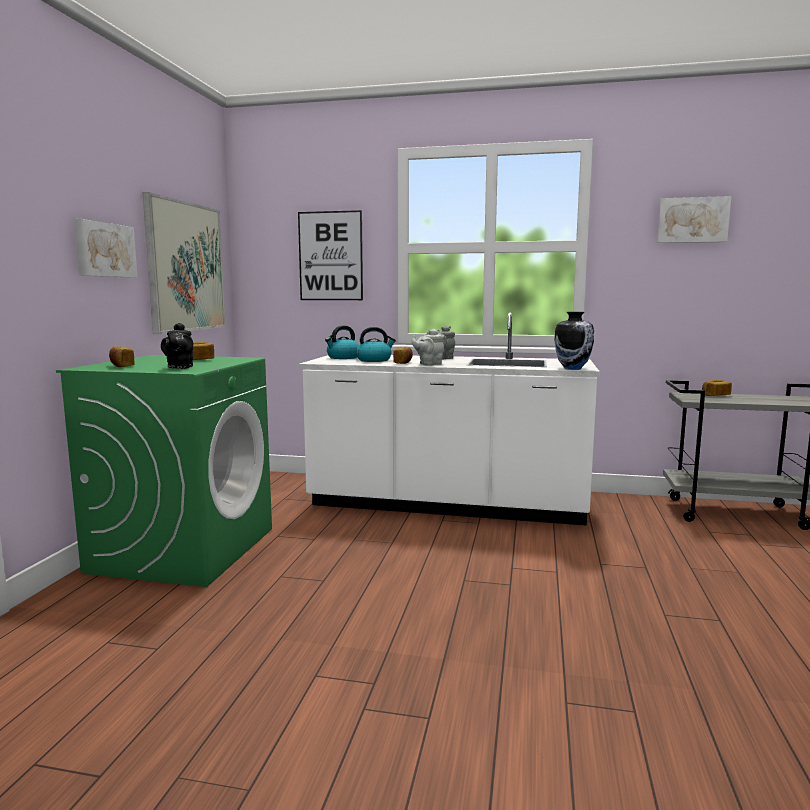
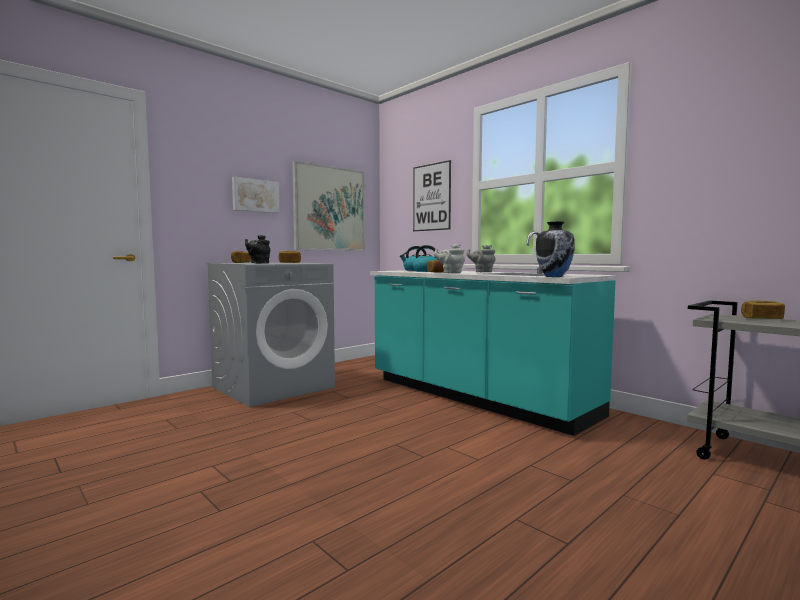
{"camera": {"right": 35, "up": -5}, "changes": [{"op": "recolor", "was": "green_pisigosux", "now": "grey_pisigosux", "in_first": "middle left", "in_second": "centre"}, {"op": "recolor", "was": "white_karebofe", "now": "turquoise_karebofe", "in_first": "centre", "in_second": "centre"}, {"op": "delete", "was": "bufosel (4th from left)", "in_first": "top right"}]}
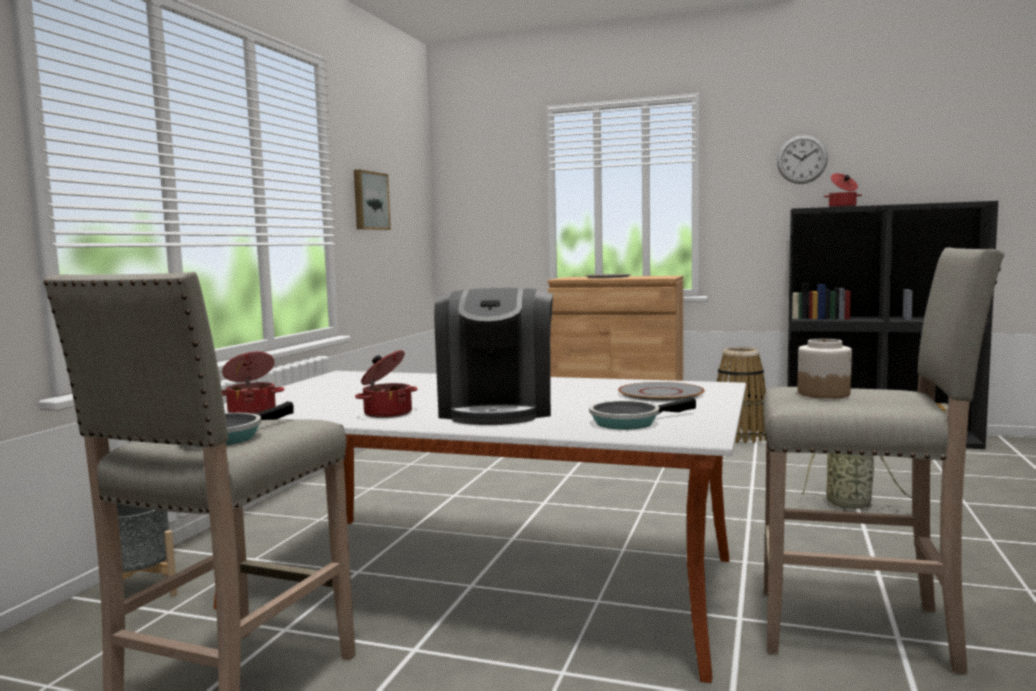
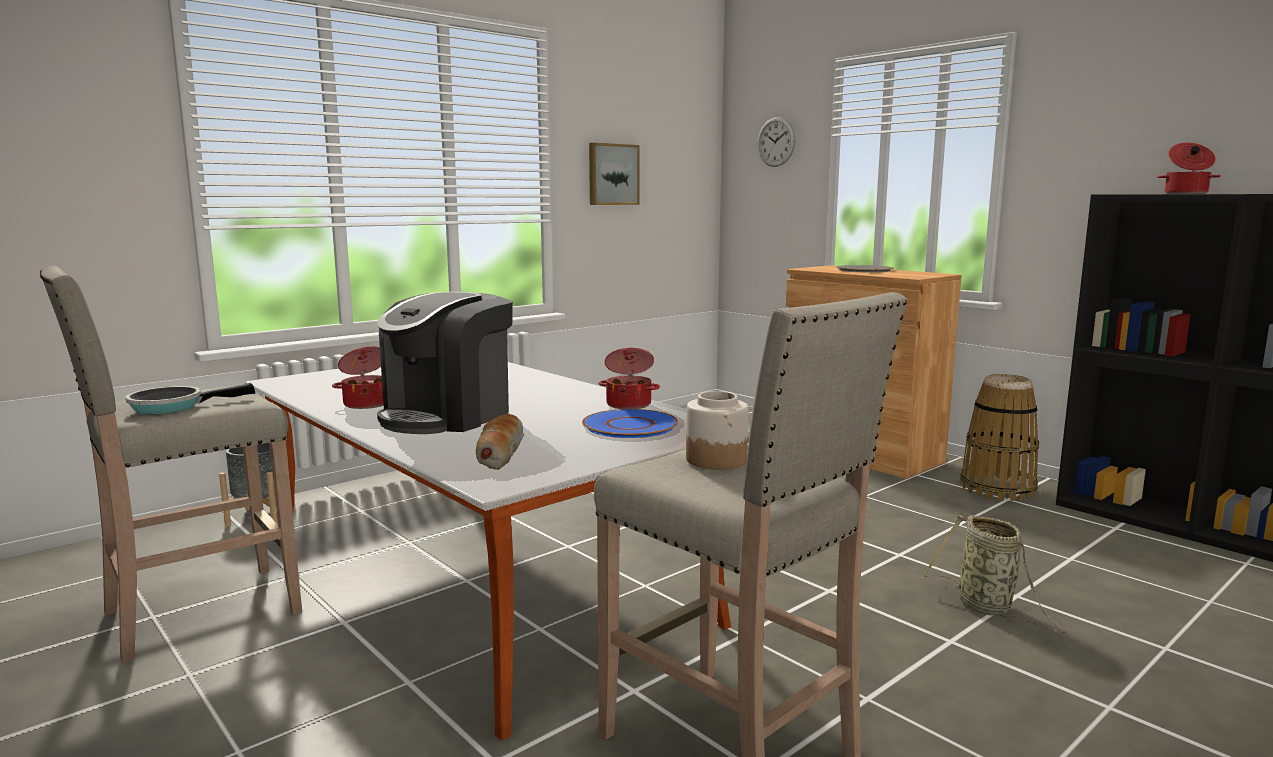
{"camera": {"right": 30, "up": 5}, "changes": [{"op": "replace", "was": "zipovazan (2nd from left)", "now": "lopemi", "in_first": "centre", "in_second": "centre"}, {"op": "recolor", "was": "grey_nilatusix (2nd from left)", "now": "blue_nilatusix", "in_first": "centre", "in_second": "centre"}, {"op": "move", "was": "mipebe (1st from left in the first image)", "now": "mipebe (2nd from left)", "in_first": "middle left", "in_second": "centre"}, {"op": "move", "was": "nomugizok", "in_first": "top right", "in_second": "top centre"}]}
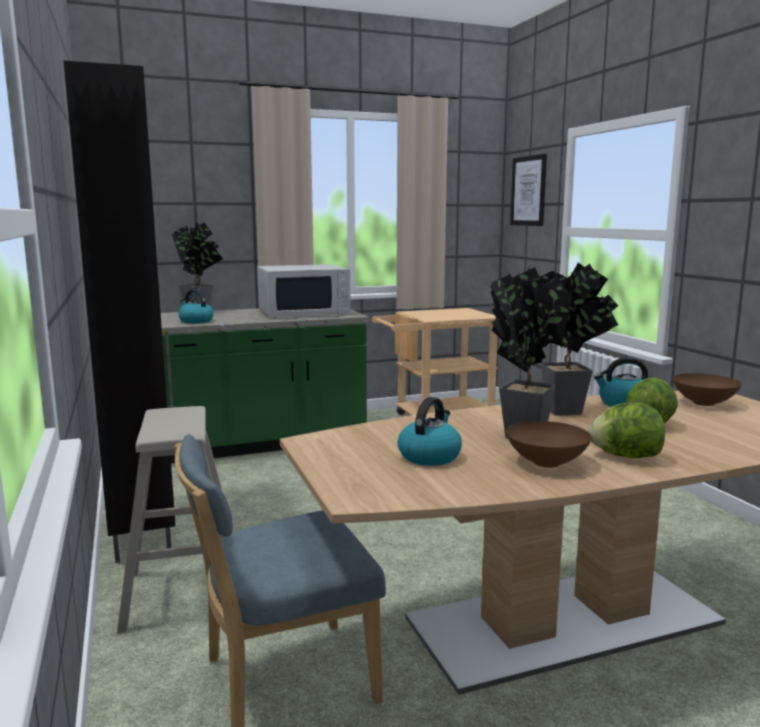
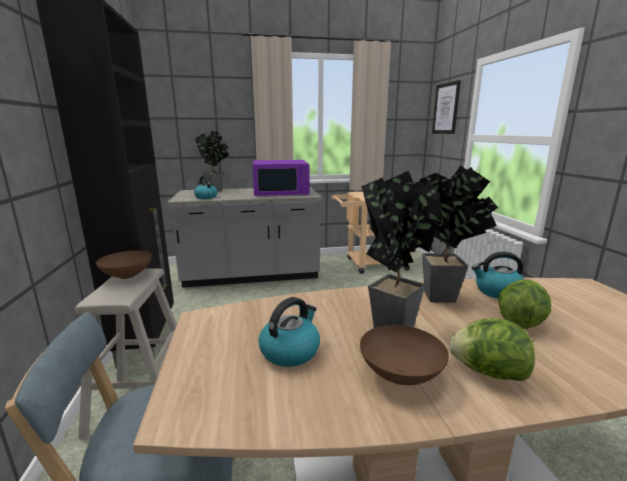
{"camera": {"right": 10, "up": 5}, "changes": [{"op": "move", "was": "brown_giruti (2nd from left in the first image)", "now": "brown_giruti (1st from left)", "in_first": "middle right", "in_second": "middle left"}, {"op": "recolor", "was": "green_karebofe", "now": "grey_karebofe", "in_first": "centre", "in_second": "centre"}, {"op": "recolor", "was": "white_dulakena", "now": "purple_dulakena", "in_first": "centre", "in_second": "centre"}]}
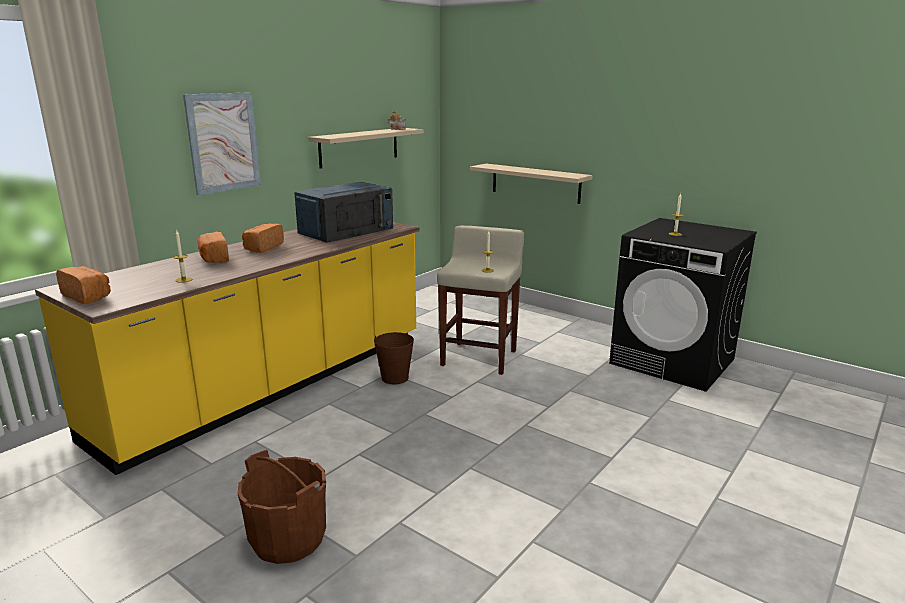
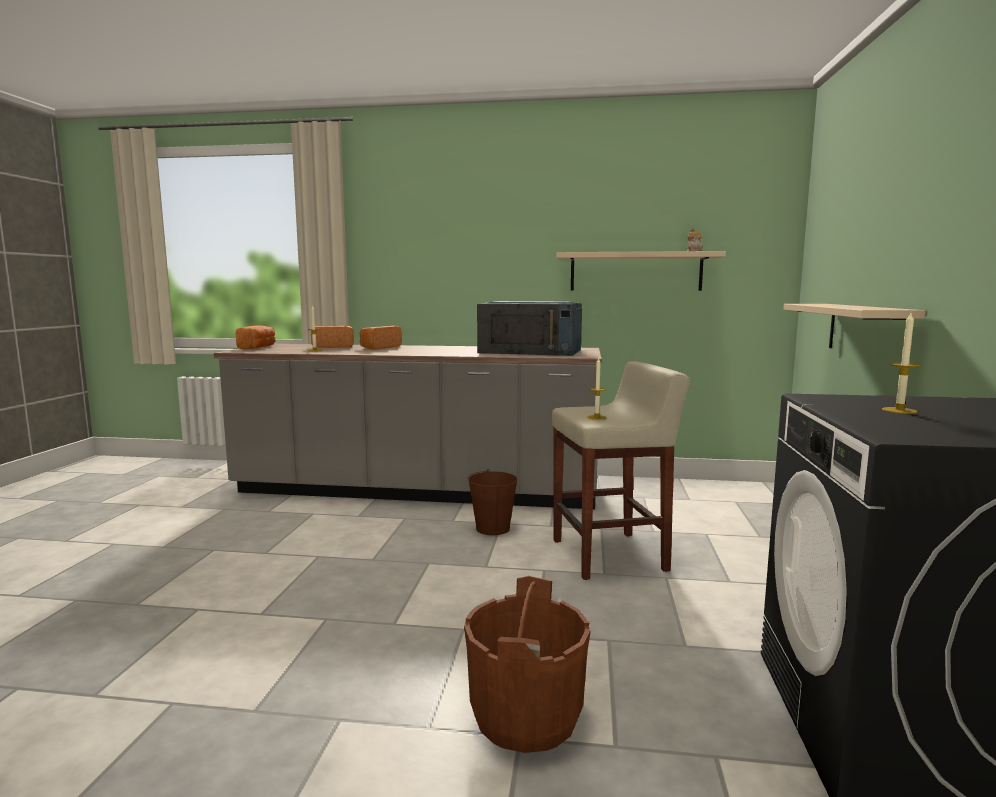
{"camera": {"right": 60, "up": -10}, "changes": [{"op": "recolor", "was": "yellow_karebofe", "now": "grey_karebofe", "in_first": "middle left", "in_second": "centre"}, {"op": "move", "was": "lopemi (3rd from left in the first image)", "now": "lopemi (2nd from left)", "in_first": "middle left", "in_second": "centre"}, {"op": "move", "was": "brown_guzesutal (1st from left in the first image)", "now": "brown_guzesutal (2nd from left)", "in_first": "bottom left", "in_second": "bottom centre"}, {"op": "delete", "was": "bufosel", "in_first": "top left"}]}
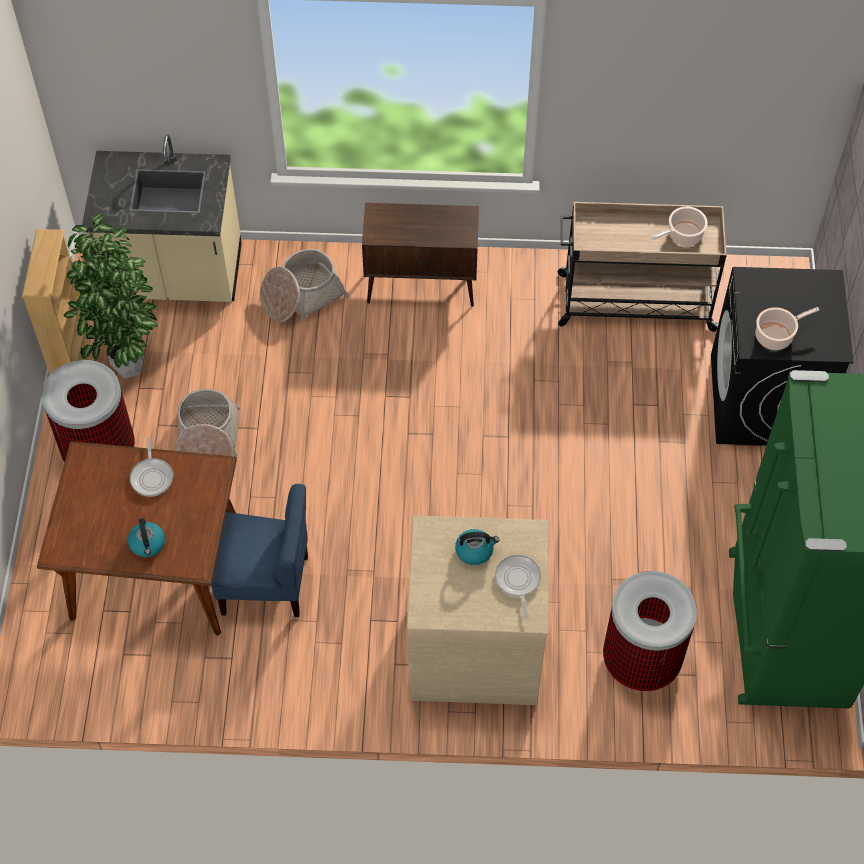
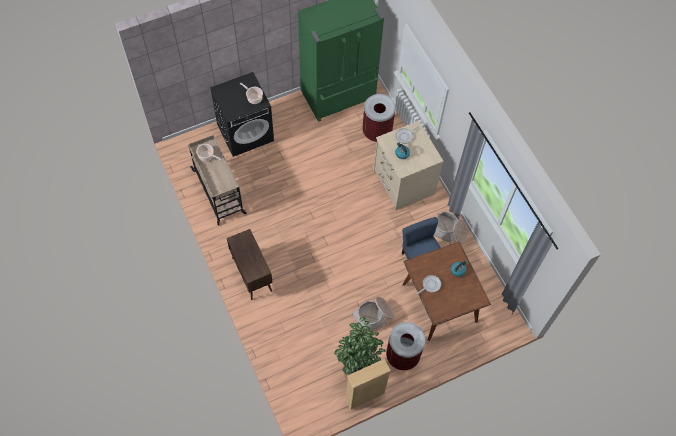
{"camera": {"right": -120, "up": 5}, "changes": [{"op": "move", "was": "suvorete (2nd from left)", "in_first": "top centre", "in_second": "centre"}, {"op": "delete", "was": "beige_karebofe", "in_first": "top left"}]}
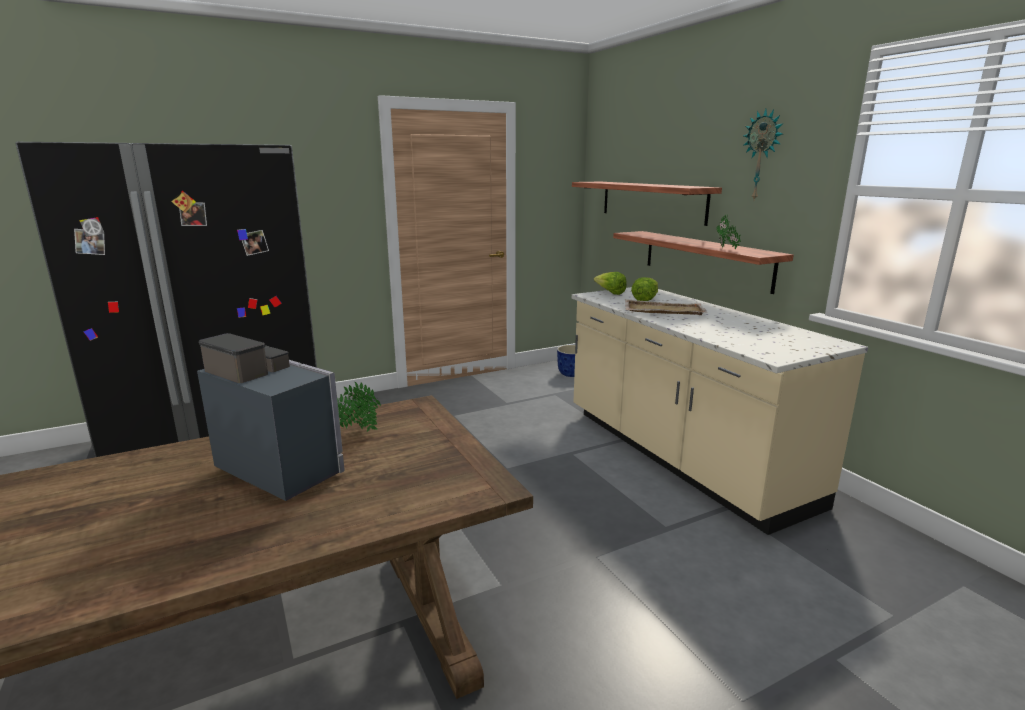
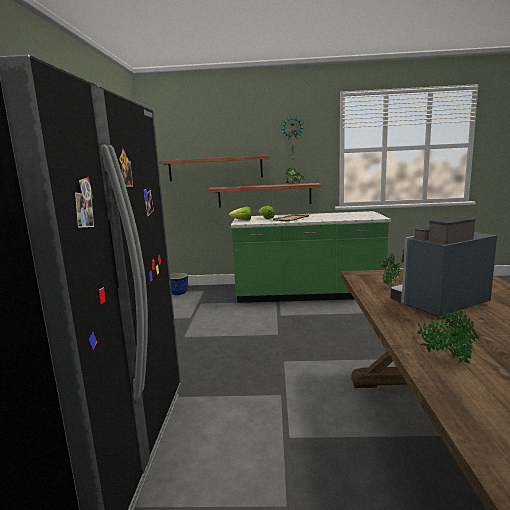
{"camera": {"right": -60, "up": -5}, "changes": [{"op": "recolor", "was": "beige_karebofe", "now": "green_karebofe", "in_first": "middle right", "in_second": "centre"}, {"op": "insert", "now": "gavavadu (3rd from left)", "in_second": "middle right"}]}
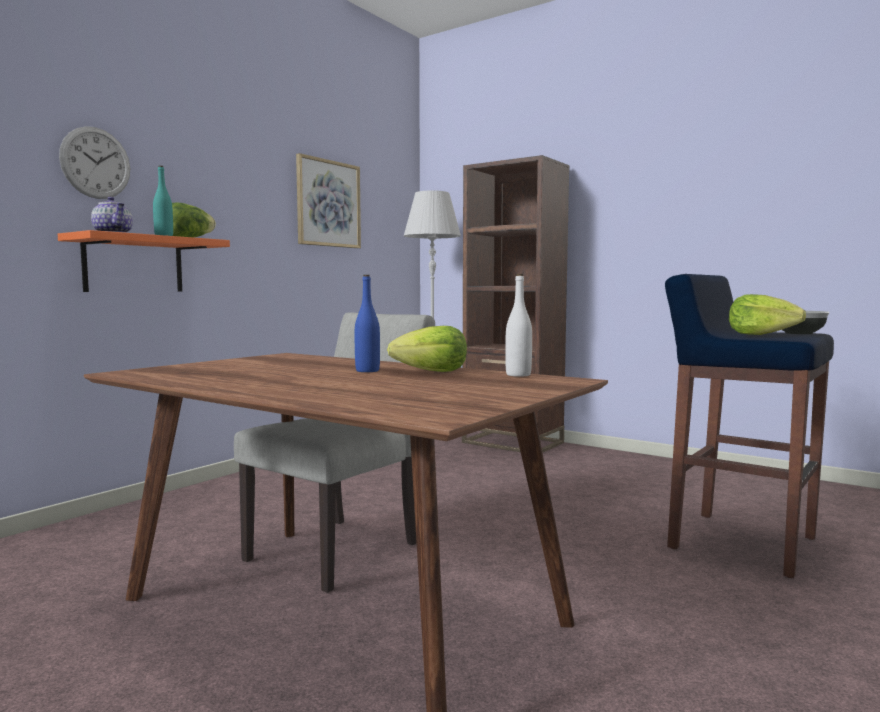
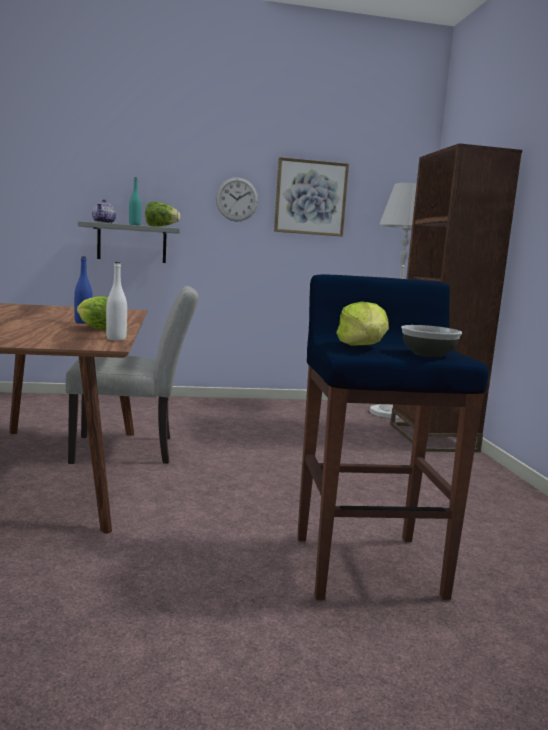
{"camera": {"right": 45, "up": 5}, "changes": [{"op": "recolor", "was": "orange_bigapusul", "now": "grey_bigapusul", "in_first": "middle left", "in_second": "top left"}, {"op": "move", "was": "nomugizok", "in_first": "top left", "in_second": "top centre"}]}
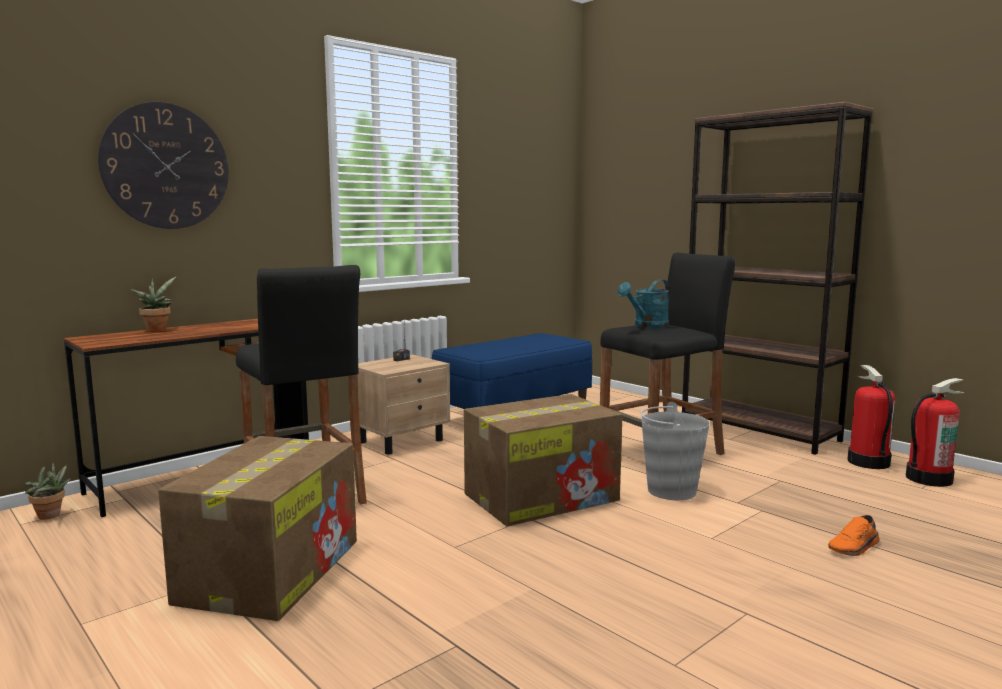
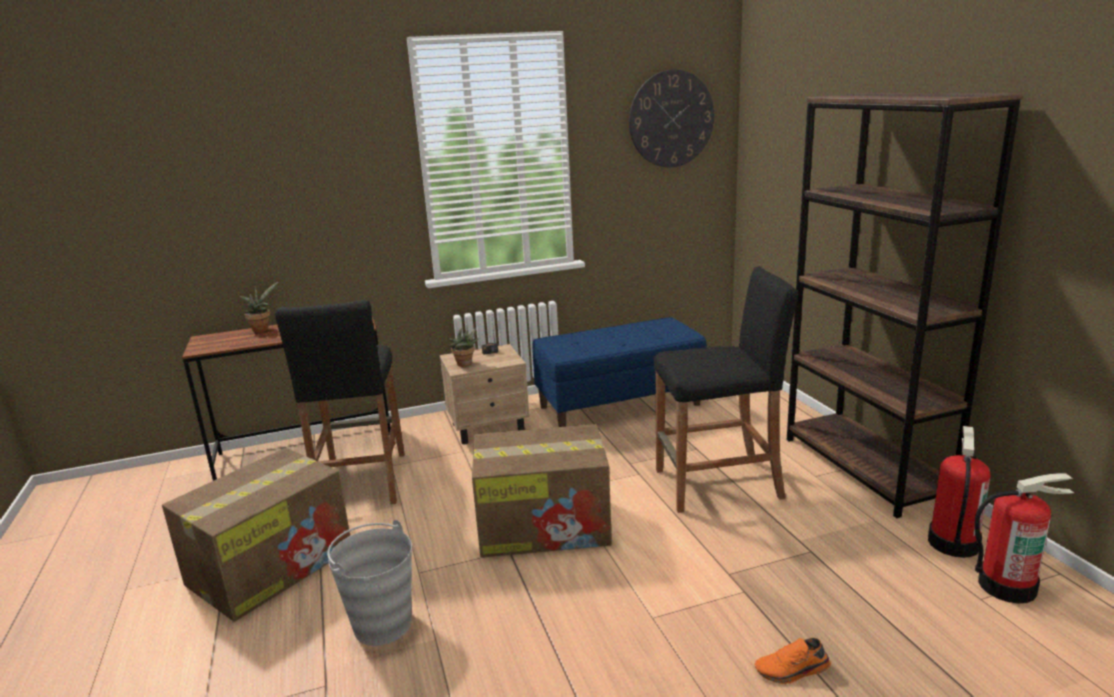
{"camera": {"right": 25, "up": 10}, "changes": [{"op": "move", "was": "grey_guzesutal", "in_first": "middle right", "in_second": "bottom left"}, {"op": "move", "was": "gavavadu (1st from left in the first image)", "now": "gavavadu (2nd from left)", "in_first": "bottom left", "in_second": "centre"}, {"op": "move", "was": "nomugizok", "in_first": "top left", "in_second": "top centre"}, {"op": "delete", "was": "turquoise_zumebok", "in_first": "centre"}]}
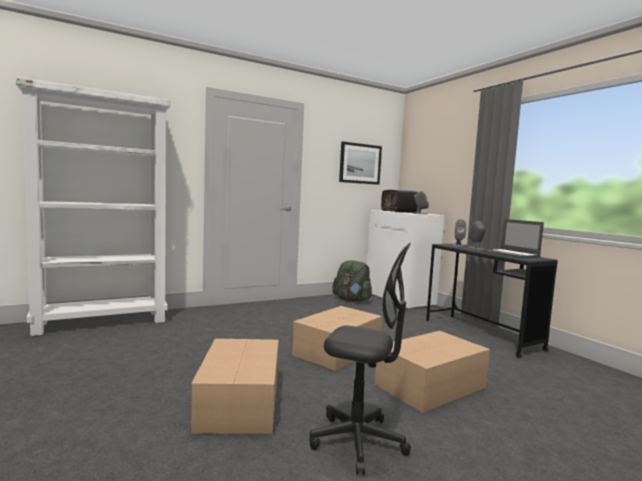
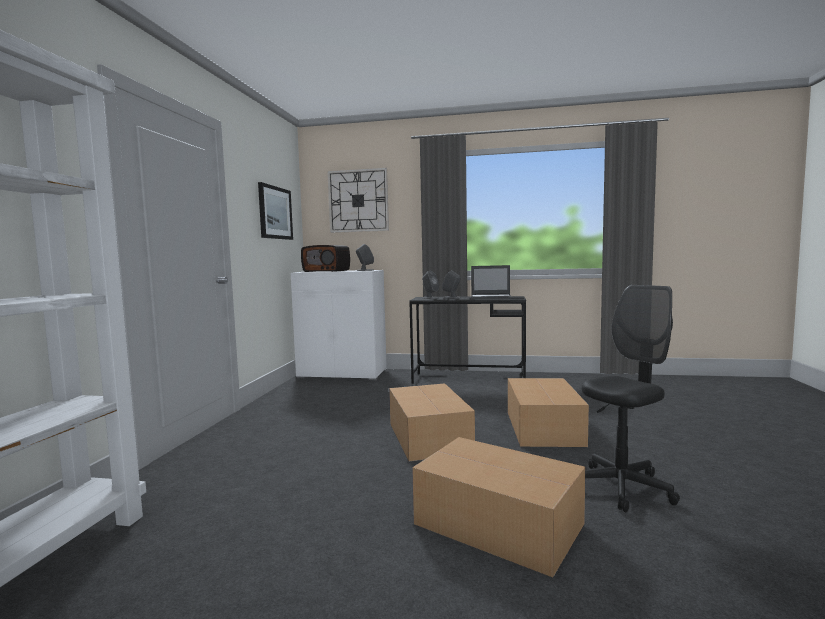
{"camera": {"right": -50, "up": 0}, "changes": [{"op": "insert", "now": "nomugizok", "in_second": "top centre"}, {"op": "delete", "was": "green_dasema", "in_first": "centre"}]}
